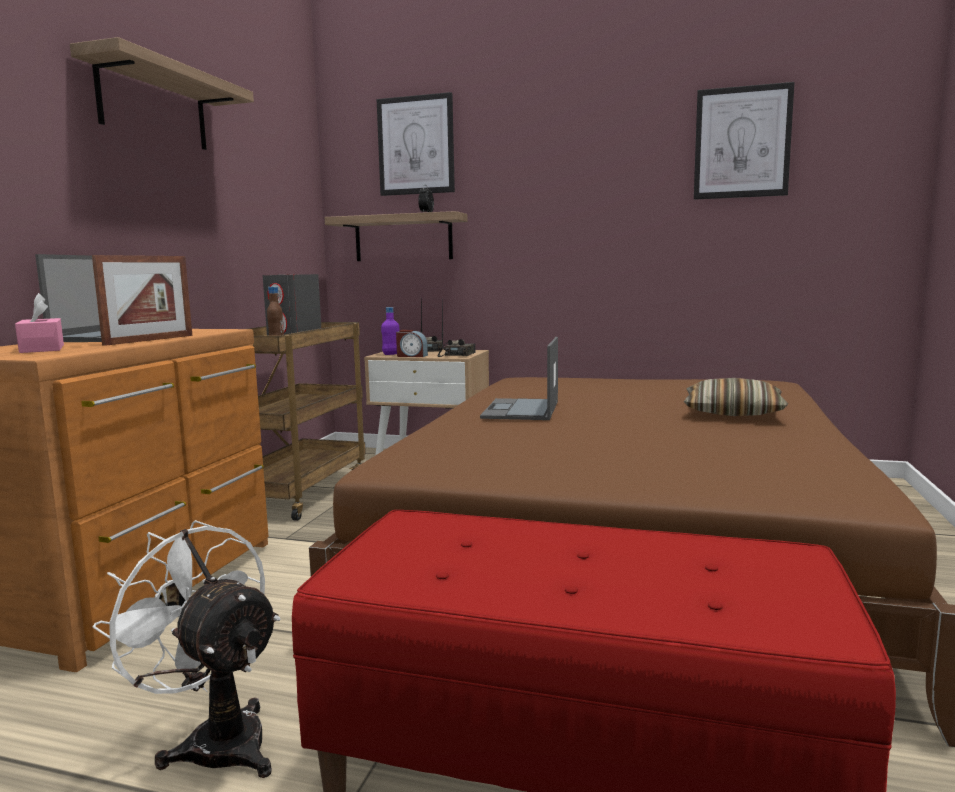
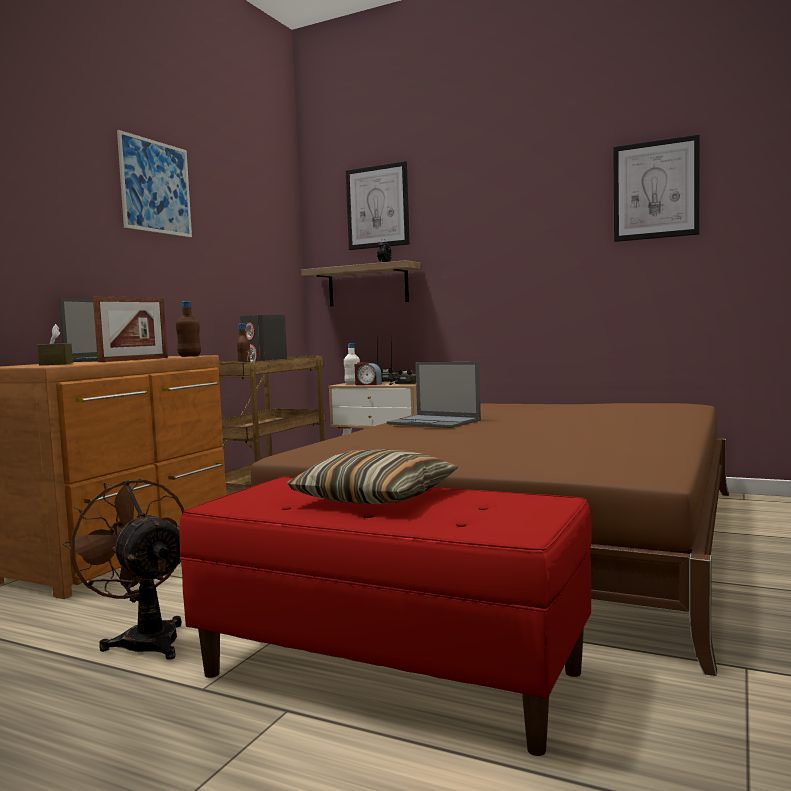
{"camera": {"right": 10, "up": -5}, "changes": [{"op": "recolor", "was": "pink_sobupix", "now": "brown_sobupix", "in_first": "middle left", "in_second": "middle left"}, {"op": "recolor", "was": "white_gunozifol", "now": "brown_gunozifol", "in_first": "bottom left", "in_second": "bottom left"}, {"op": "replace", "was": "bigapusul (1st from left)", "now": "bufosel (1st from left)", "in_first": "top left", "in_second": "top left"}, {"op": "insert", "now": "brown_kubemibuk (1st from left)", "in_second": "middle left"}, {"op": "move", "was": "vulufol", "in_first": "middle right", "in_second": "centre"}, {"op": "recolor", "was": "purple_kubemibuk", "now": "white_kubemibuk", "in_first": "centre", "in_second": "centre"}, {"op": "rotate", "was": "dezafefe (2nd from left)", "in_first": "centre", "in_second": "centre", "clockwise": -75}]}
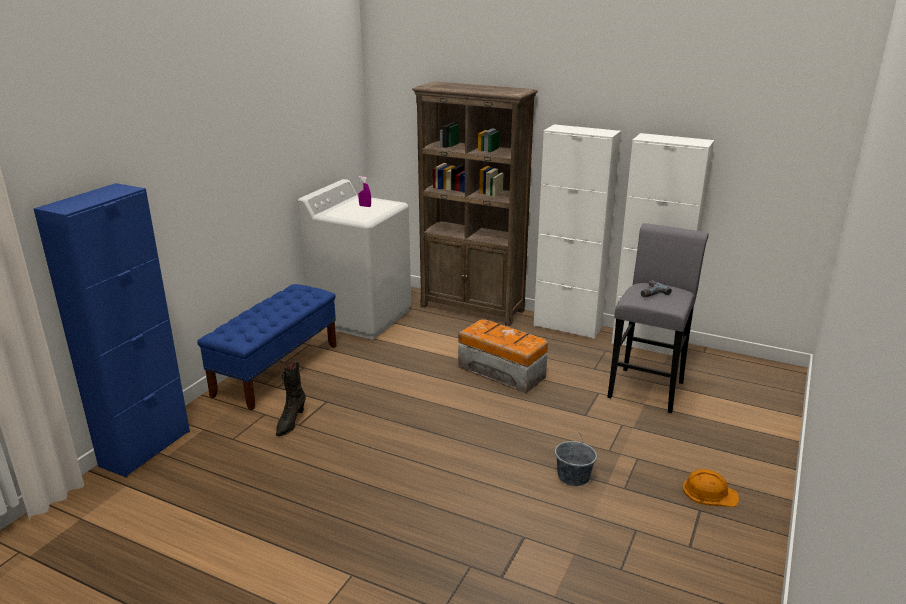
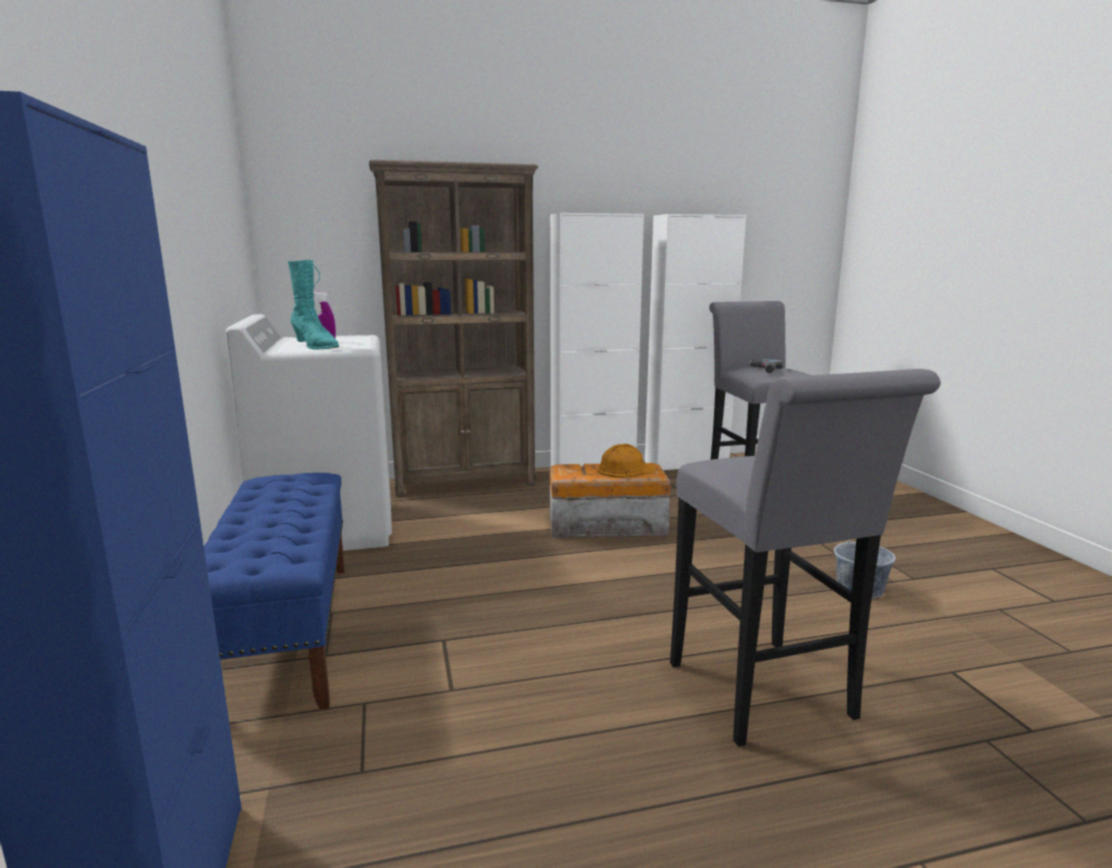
{"camera": {"right": -40, "up": -10}, "changes": [{"op": "insert", "now": "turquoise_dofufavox", "in_second": "middle left"}, {"op": "move", "was": "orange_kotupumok", "in_first": "bottom right", "in_second": "centre"}, {"op": "insert", "now": "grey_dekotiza (2nd from left)", "in_second": "middle right"}, {"op": "delete", "was": "black_dofufavox", "in_first": "middle left"}]}
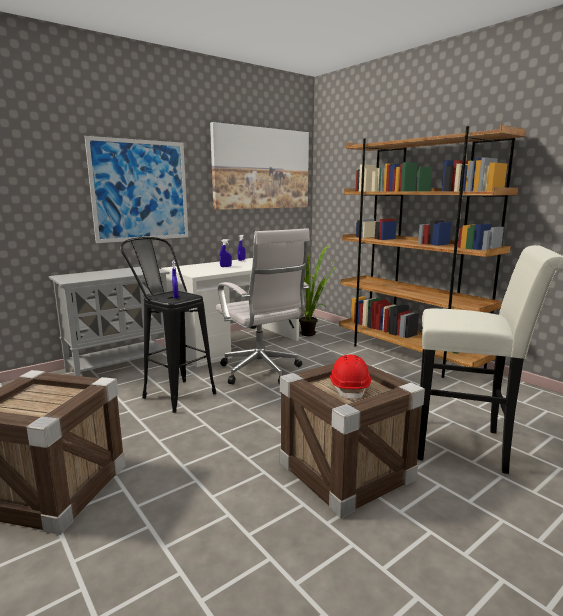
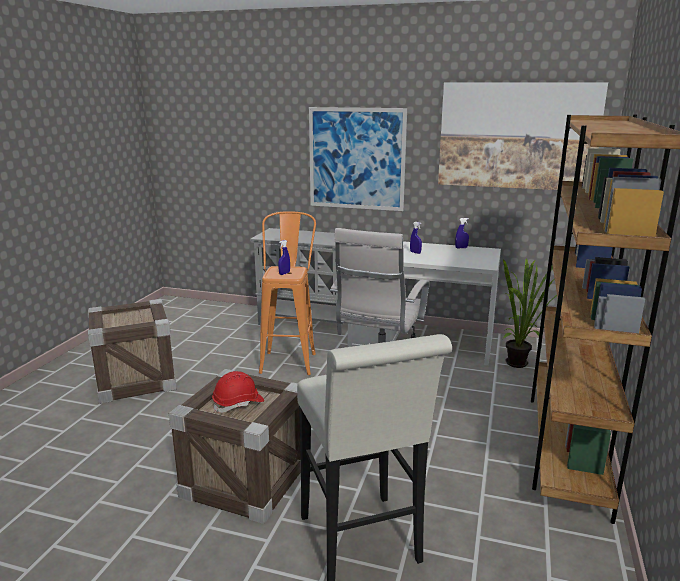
{"camera": {"right": 55, "up": 5}, "changes": [{"op": "recolor", "was": "black_dekotiza", "now": "orange_dekotiza", "in_first": "middle left", "in_second": "centre"}]}
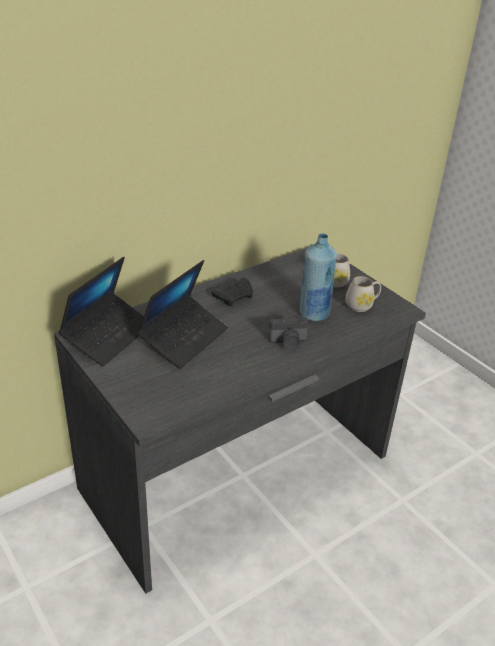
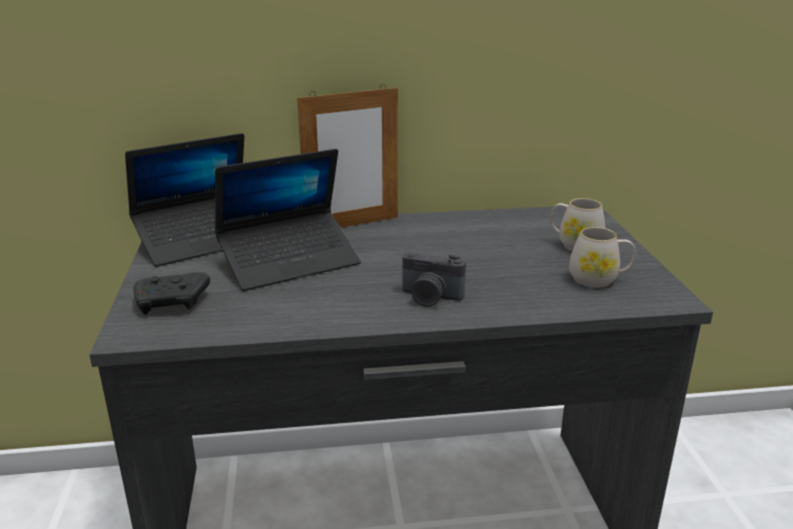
{"camera": {"right": 30, "up": -10}, "changes": [{"op": "move", "was": "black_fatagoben", "in_first": "centre", "in_second": "middle left"}, {"op": "insert", "now": "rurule", "in_second": "top centre"}, {"op": "delete", "was": "blue_kubemibuk", "in_first": "centre"}]}
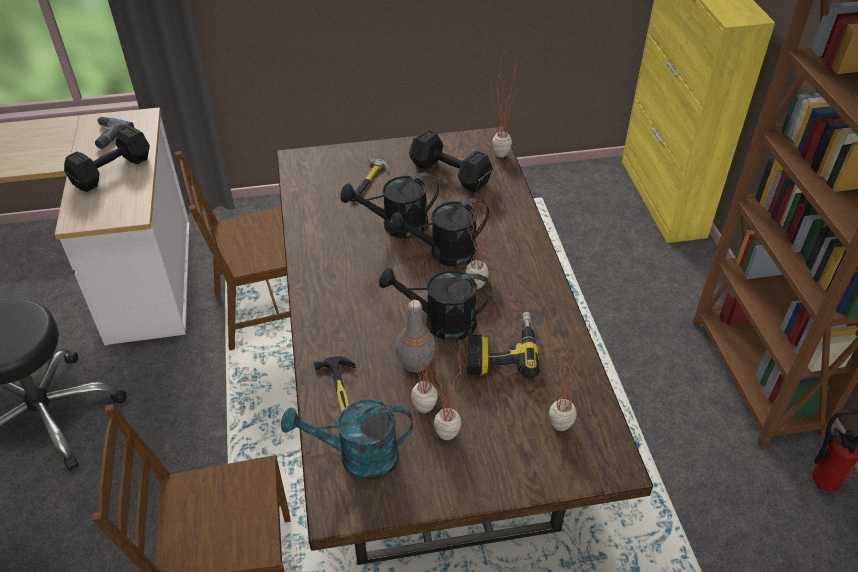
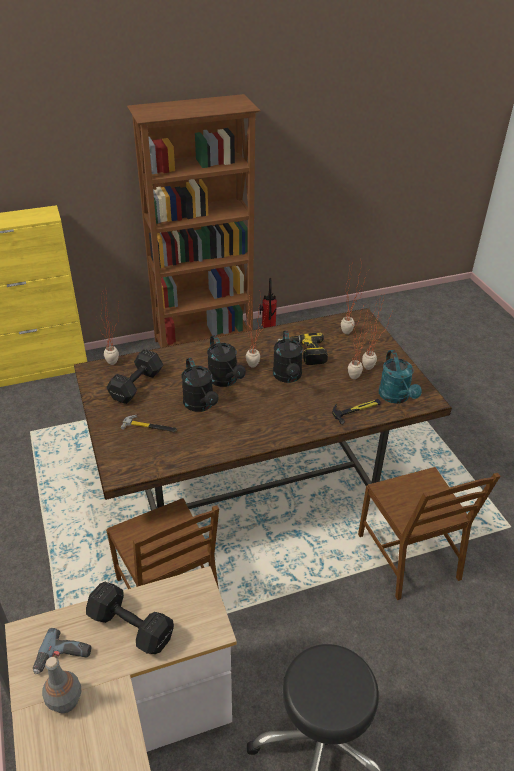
{"camera": {"right": -100, "up": -5}, "changes": [{"op": "move", "was": "grey_kubemibuk", "in_first": "centre", "in_second": "bottom left"}]}
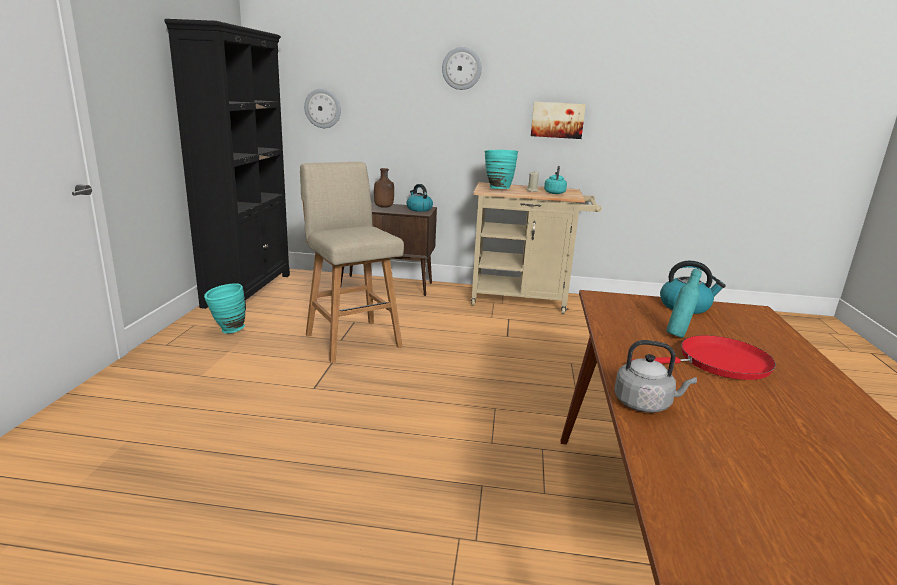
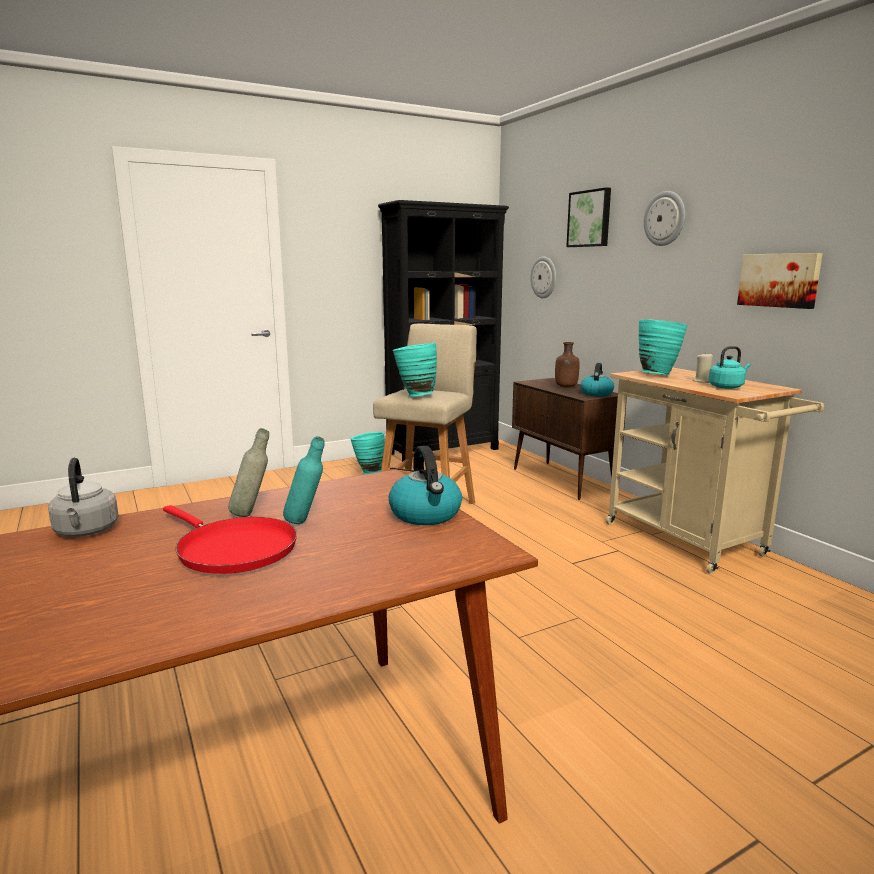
{"camera": {"right": 55, "up": -5}, "changes": [{"op": "insert", "now": "grey_kubemibuk", "in_second": "middle left"}, {"op": "insert", "now": "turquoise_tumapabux (2nd from left)", "in_second": "centre"}, {"op": "insert", "now": "bufosel (1st from left)", "in_second": "top right"}]}
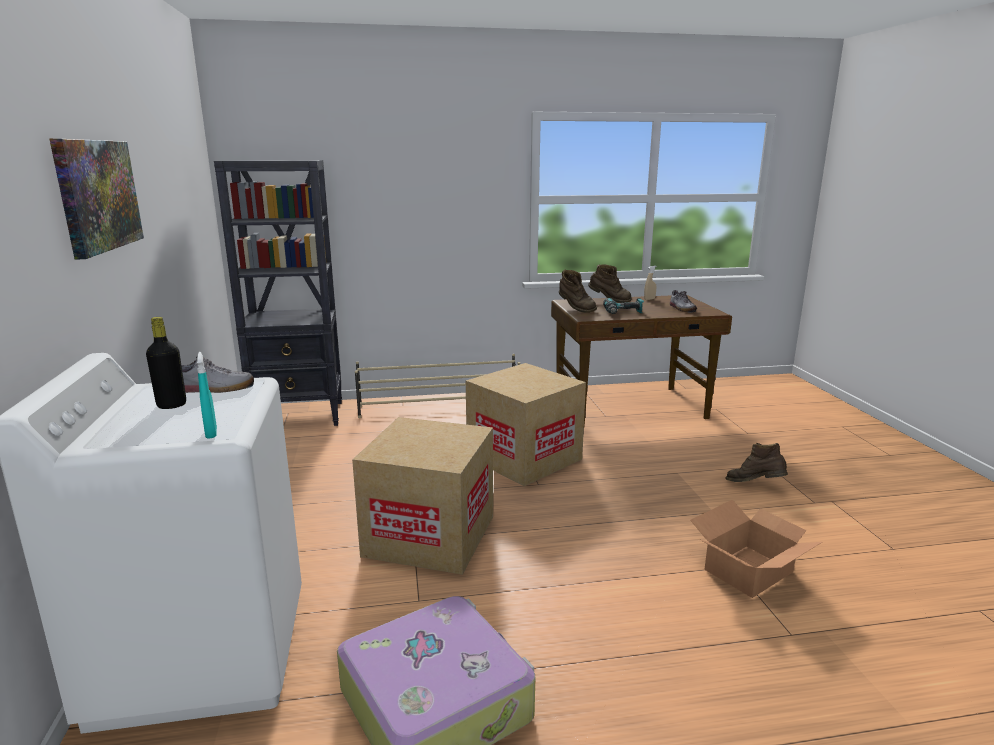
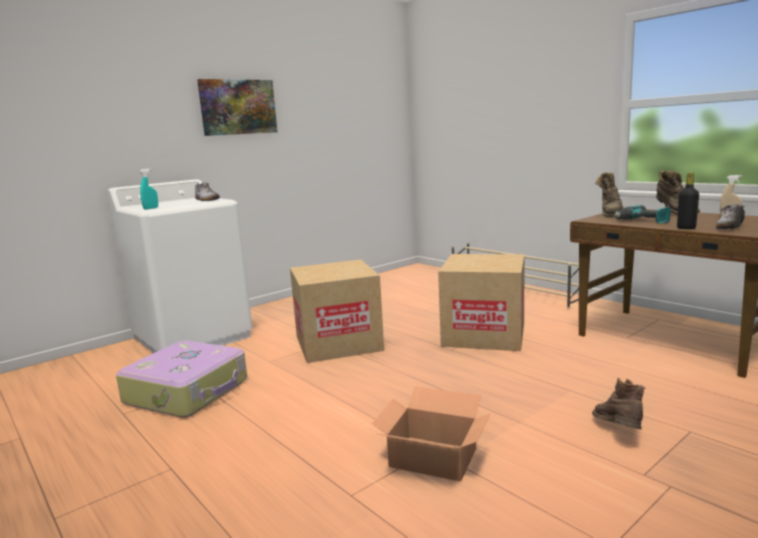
{"camera": {"right": 60, "up": -5}, "changes": [{"op": "move", "was": "black_kubemibuk", "in_first": "middle left", "in_second": "middle right"}, {"op": "delete", "was": "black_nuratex", "in_first": "middle left"}]}
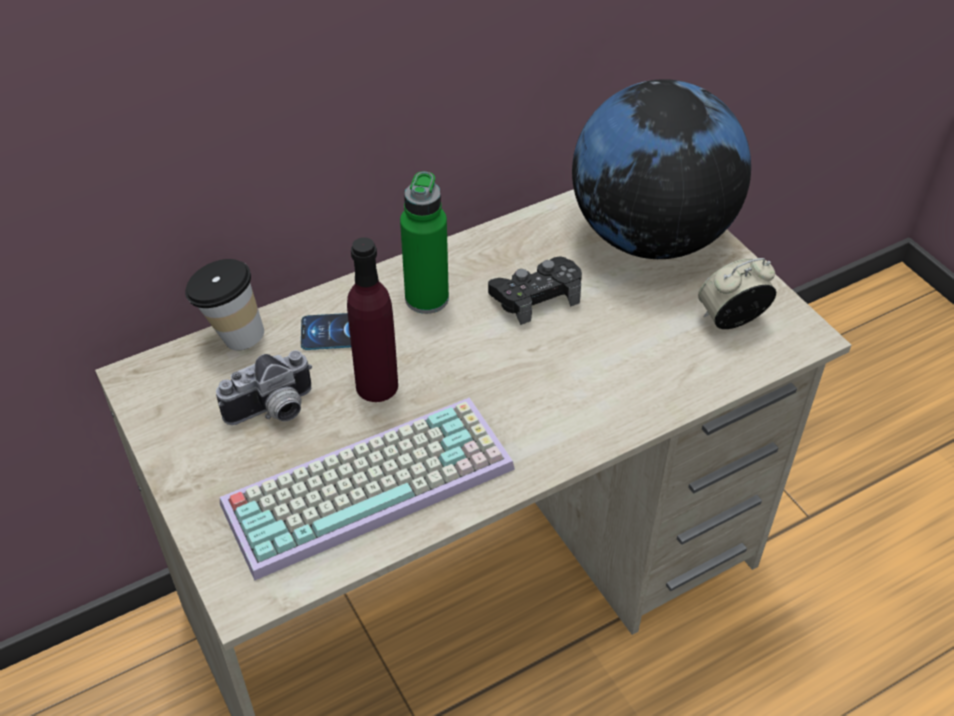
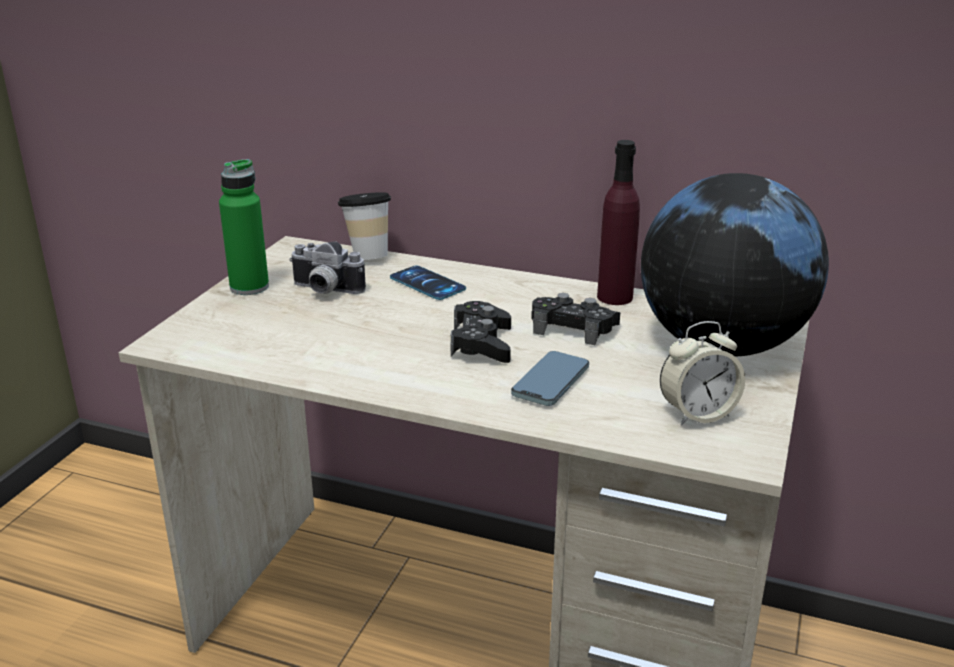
{"camera": {"right": 50, "up": -20}, "changes": [{"op": "move", "was": "green_kubemibuk", "in_first": "centre", "in_second": "middle left"}, {"op": "insert", "now": "black_fatagoben (1st from left)", "in_second": "centre"}, {"op": "insert", "now": "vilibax (2nd from left)", "in_second": "centre"}, {"op": "move", "was": "purple_kubemibuk", "in_first": "centre", "in_second": "top centre"}, {"op": "rotate", "was": "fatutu", "in_first": "middle right", "in_second": "middle right", "clockwise": 135}, {"op": "delete", "was": "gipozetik", "in_first": "bottom centre"}]}
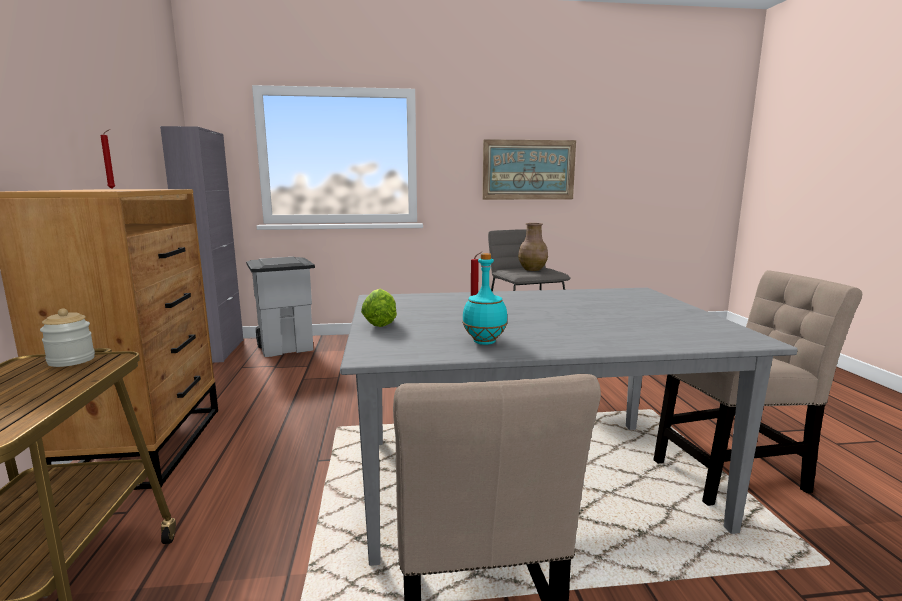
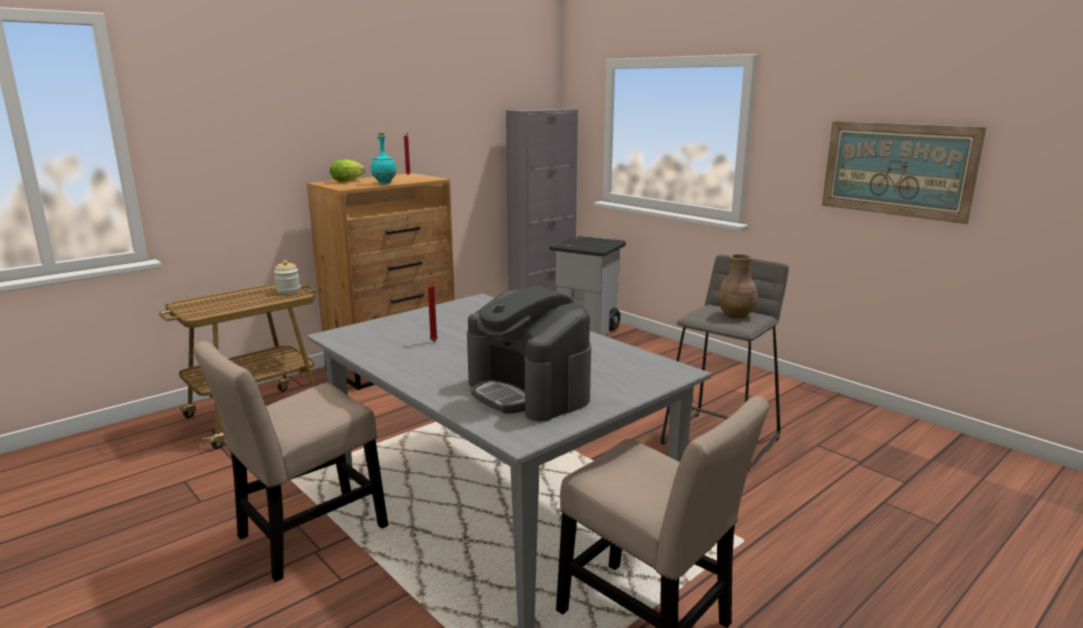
{"camera": {"right": 55, "up": 5}, "changes": [{"op": "move", "was": "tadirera", "in_first": "centre", "in_second": "top left"}, {"op": "move", "was": "turquoise_kubemibuk", "in_first": "centre", "in_second": "top centre"}, {"op": "insert", "now": "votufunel", "in_second": "centre"}]}
